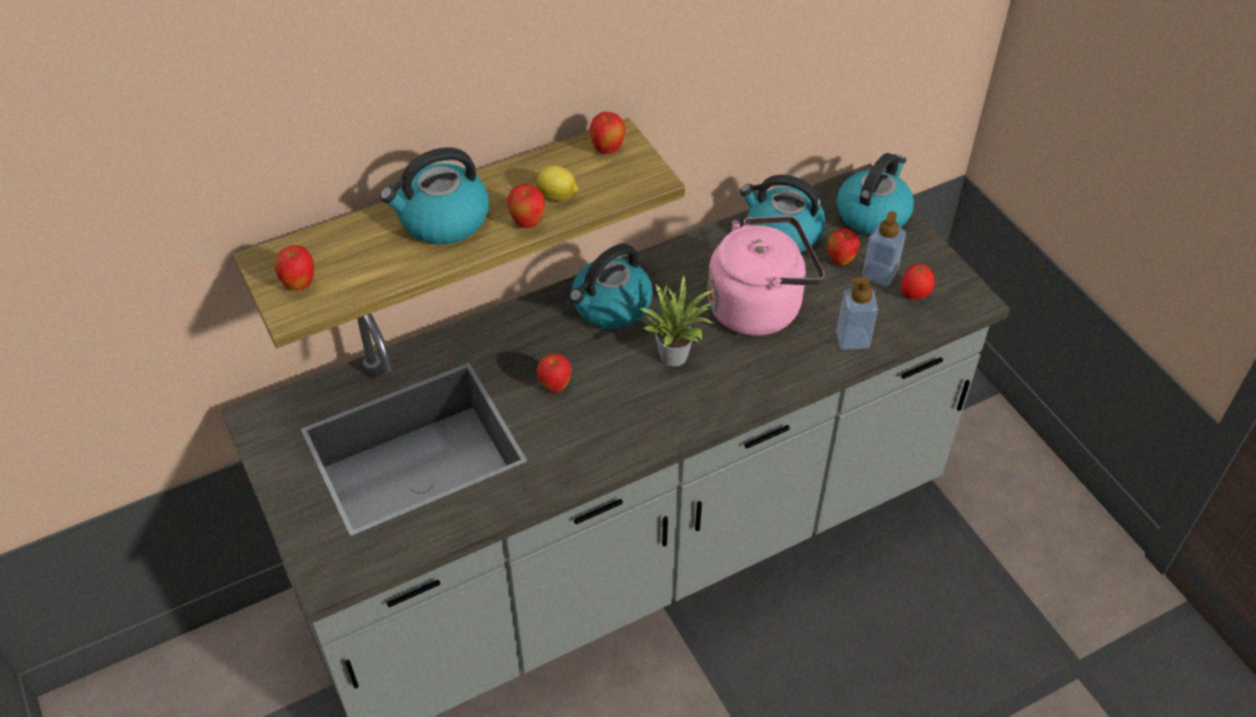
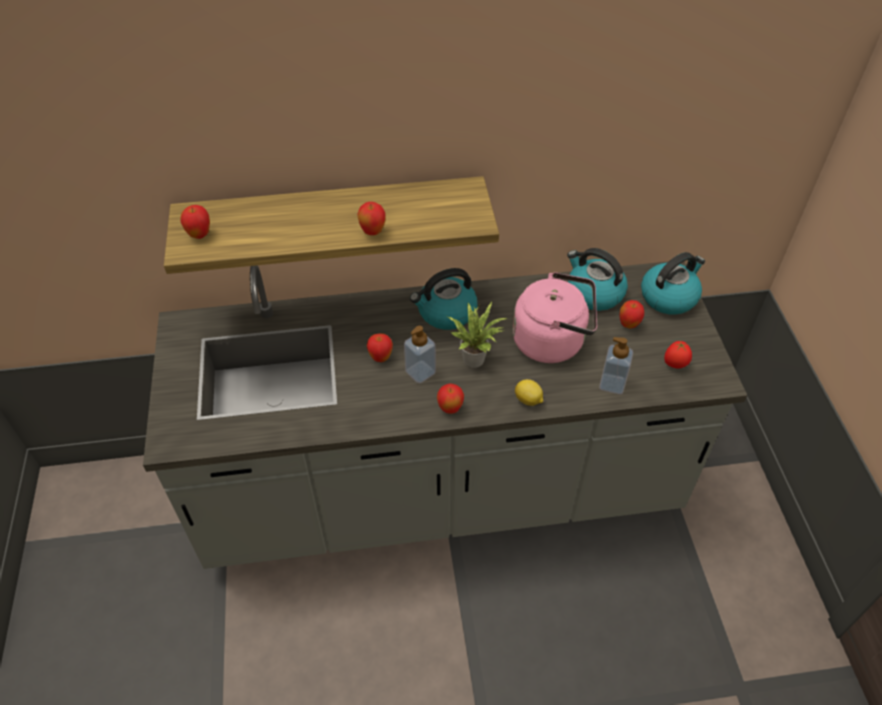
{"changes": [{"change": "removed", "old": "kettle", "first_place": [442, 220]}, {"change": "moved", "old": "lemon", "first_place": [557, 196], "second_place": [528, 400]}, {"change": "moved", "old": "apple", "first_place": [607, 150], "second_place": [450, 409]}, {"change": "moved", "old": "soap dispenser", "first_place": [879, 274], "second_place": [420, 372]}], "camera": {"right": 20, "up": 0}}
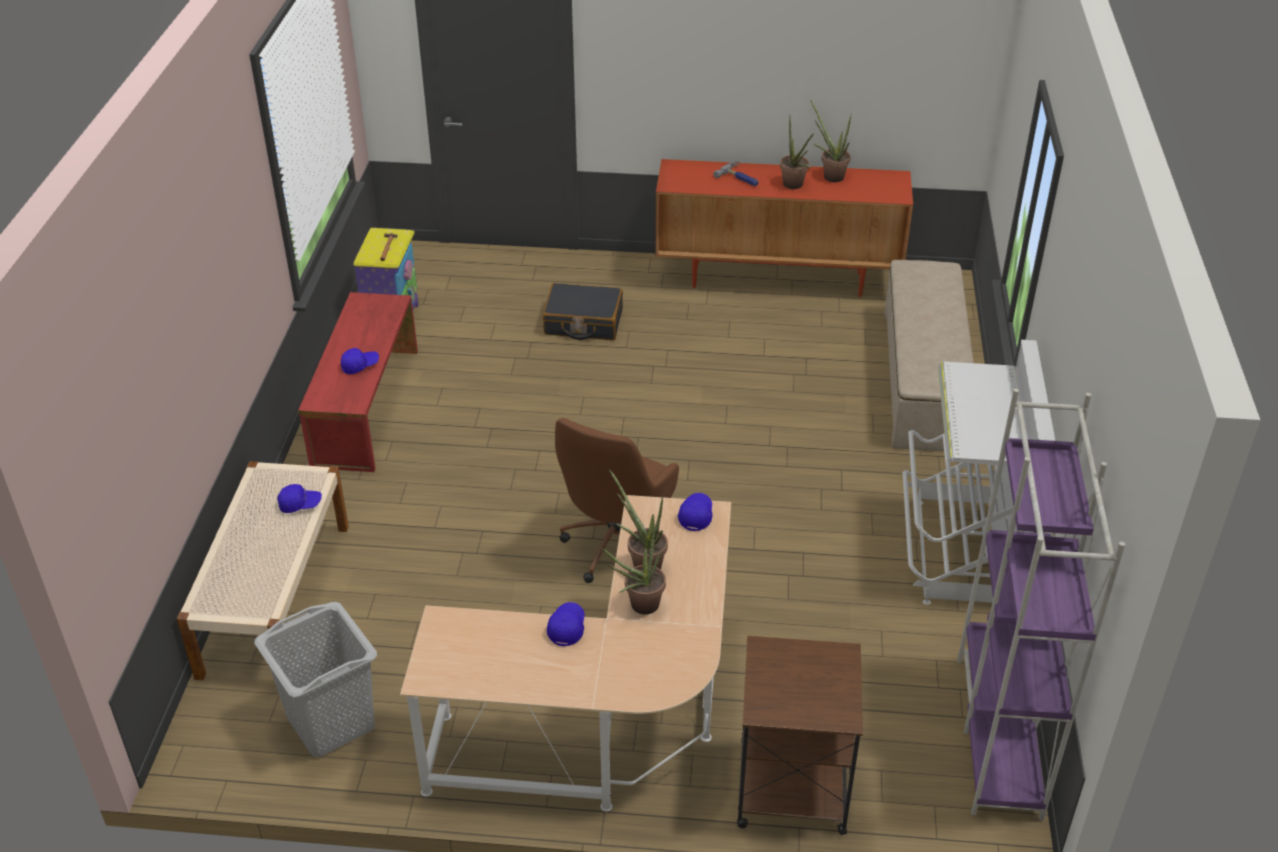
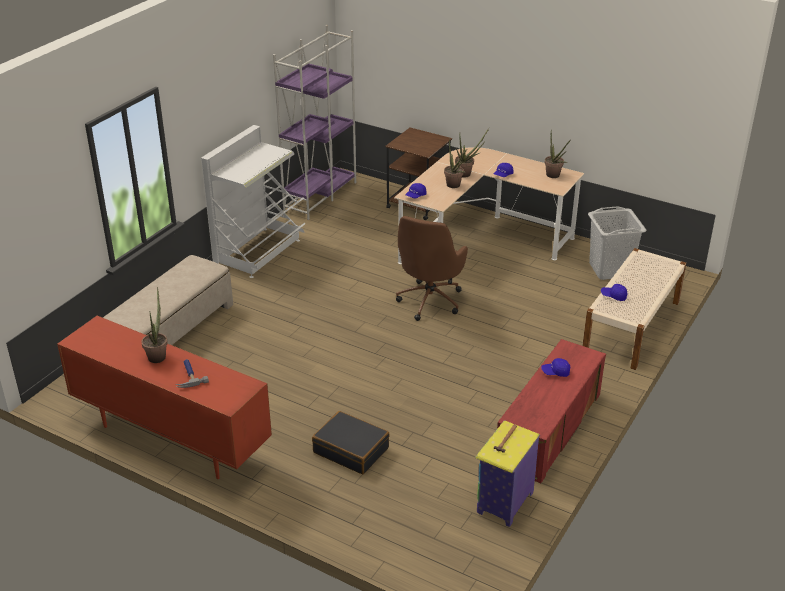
{"changes": [{"change": "moved", "old": "potted plant", "first_place": [830, 175], "second_place": [554, 176]}, {"change": "turned", "old": "office chair in brown", "first_place": [616, 545], "second_place": [430, 301], "degrees": 150}], "camera": {"right": -155, "up": -5}}
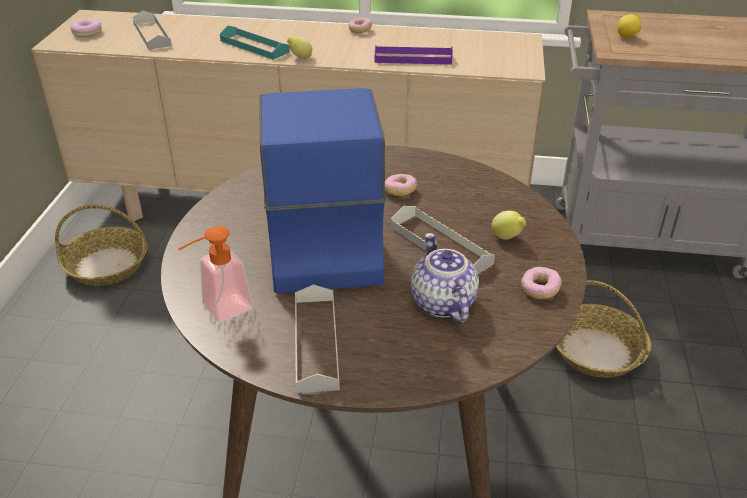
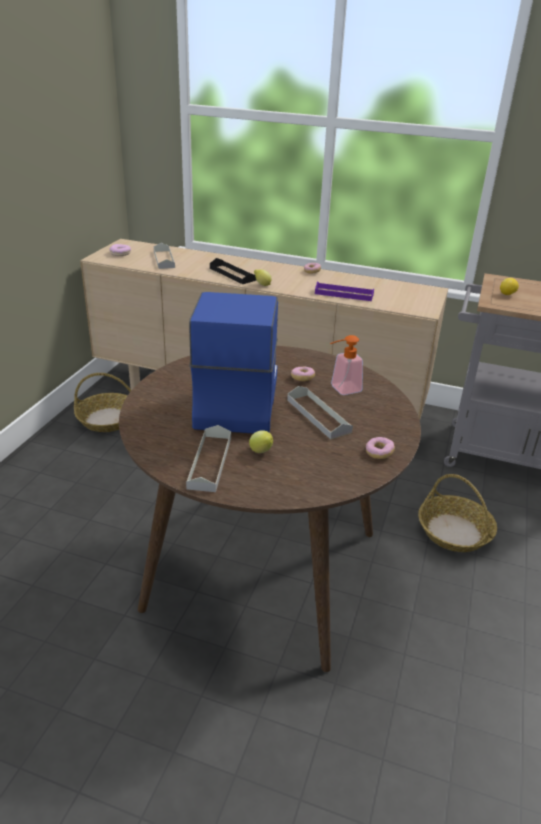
{"changes": [{"change": "removed", "old": "teapot", "first_place": [442, 303]}, {"change": "moved", "old": "soap dispenser", "first_place": [219, 310], "second_place": [341, 389]}, {"change": "moved", "old": "lemon", "first_place": [507, 238], "second_place": [261, 452]}, {"change": "recoloured", "old": "tray in turquoise", "new": "tray in black", "first_place": [254, 46], "second_place": [232, 274]}], "camera": {"right": 10, "up": -5}}
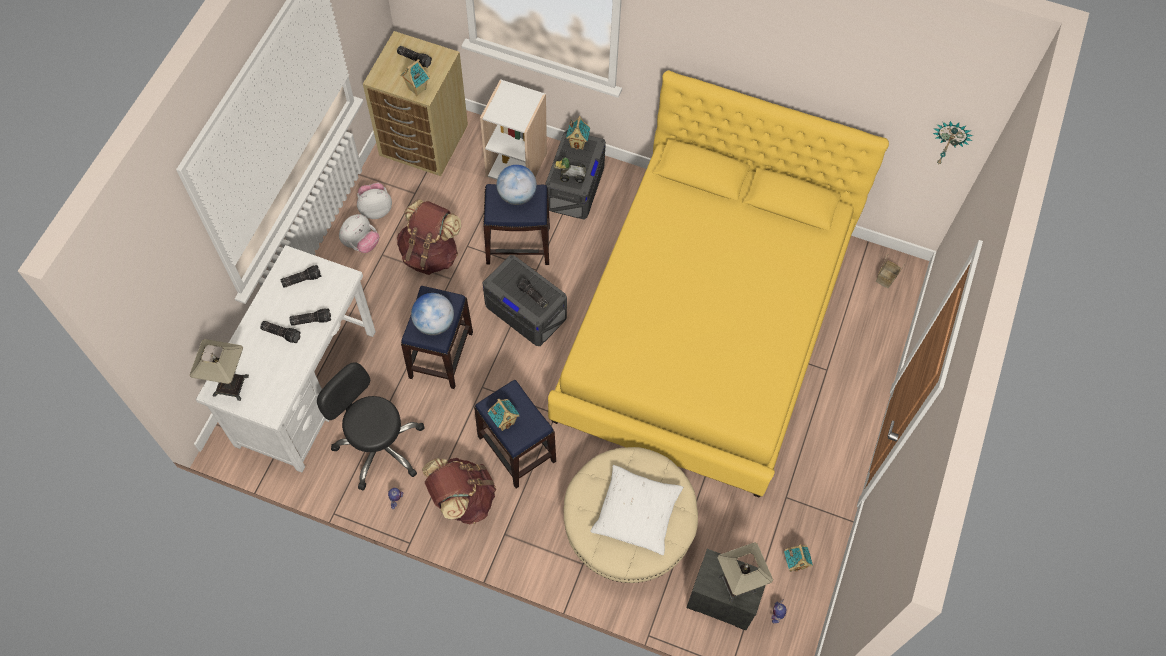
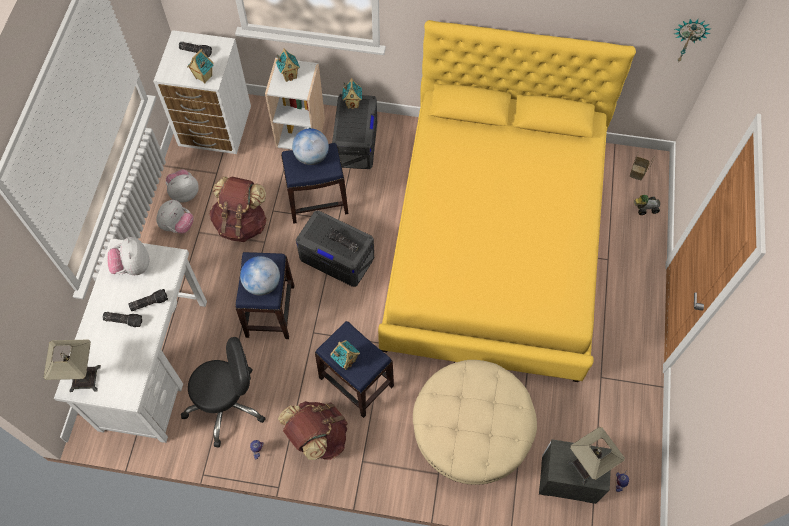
{"changes": [{"change": "removed", "old": "pillow in white", "first_place": [636, 513]}, {"change": "moved", "old": "toy car", "first_place": [570, 174], "second_place": [644, 207]}, {"change": "moved", "old": "toy house", "first_place": [794, 563], "second_place": [289, 75]}, {"change": "replaced", "old": "flashlight", "new": "plush toy", "first_place": [302, 279], "second_place": [133, 266]}, {"change": "recoloured", "old": "dresser in brown", "new": "dresser in white", "first_place": [424, 145], "second_place": [216, 130]}, {"change": "turned", "old": "office chair in black", "first_place": [376, 444], "second_place": [229, 403], "degrees": 135}], "camera": {"right": -10, "up": 0}}
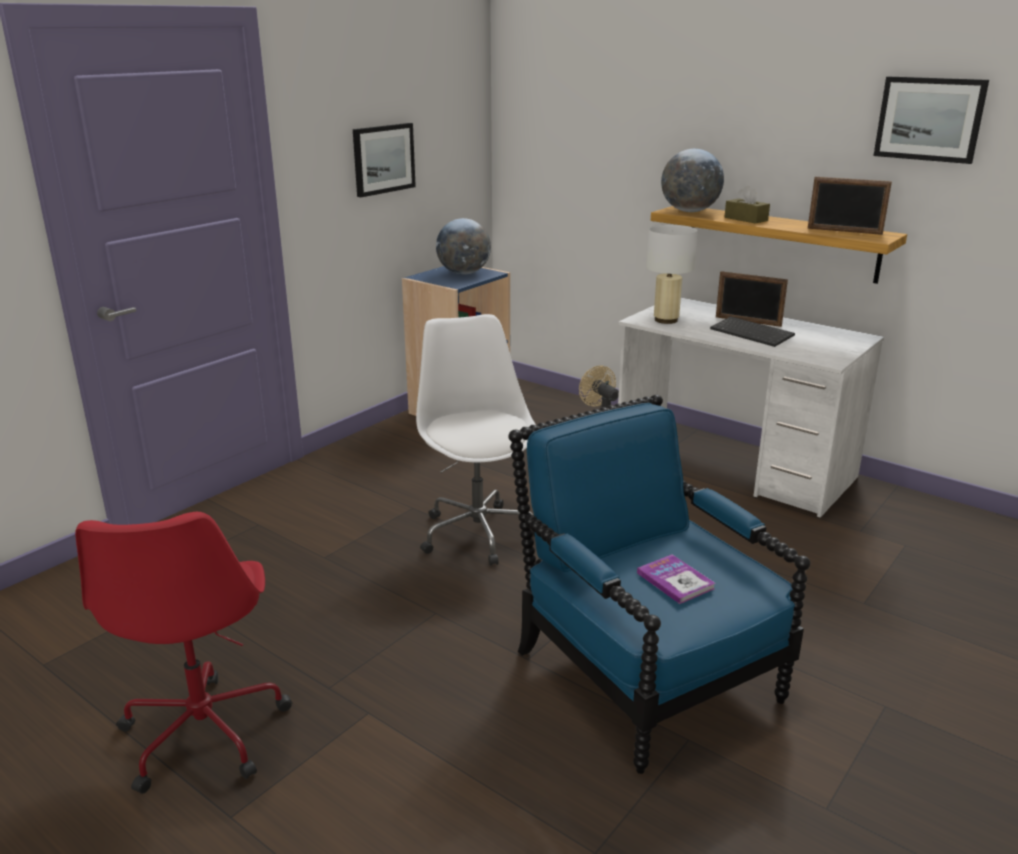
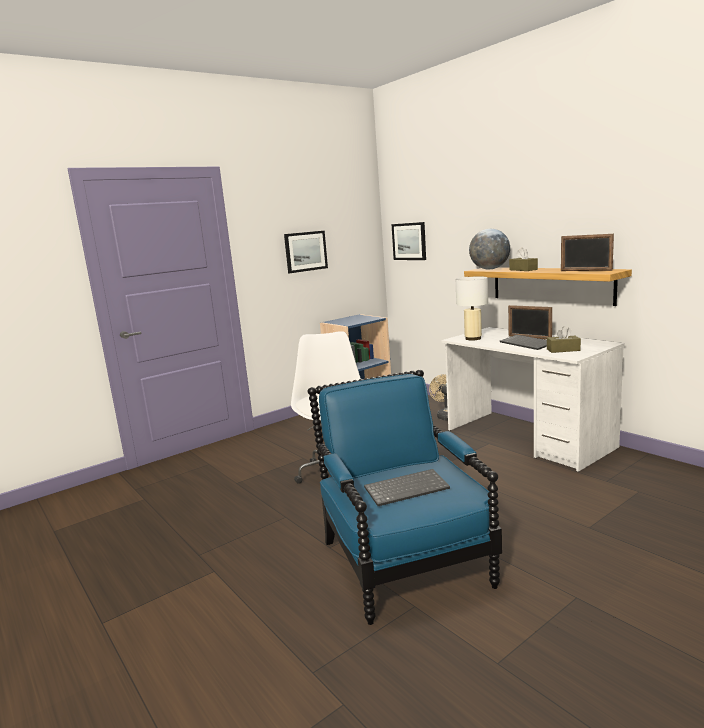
{"changes": [{"change": "removed", "old": "office chair in red", "first_place": [203, 737]}, {"change": "removed", "old": "globe", "first_place": [464, 273]}, {"change": "added", "new": "tissue box in brown", "second_place": [563, 350]}, {"change": "moved", "old": "picture", "first_place": [929, 119], "second_place": [409, 241]}, {"change": "replaced", "old": "book", "new": "keyboard", "first_place": [675, 580], "second_place": [407, 488]}], "camera": {"right": 15, "up": -10}}
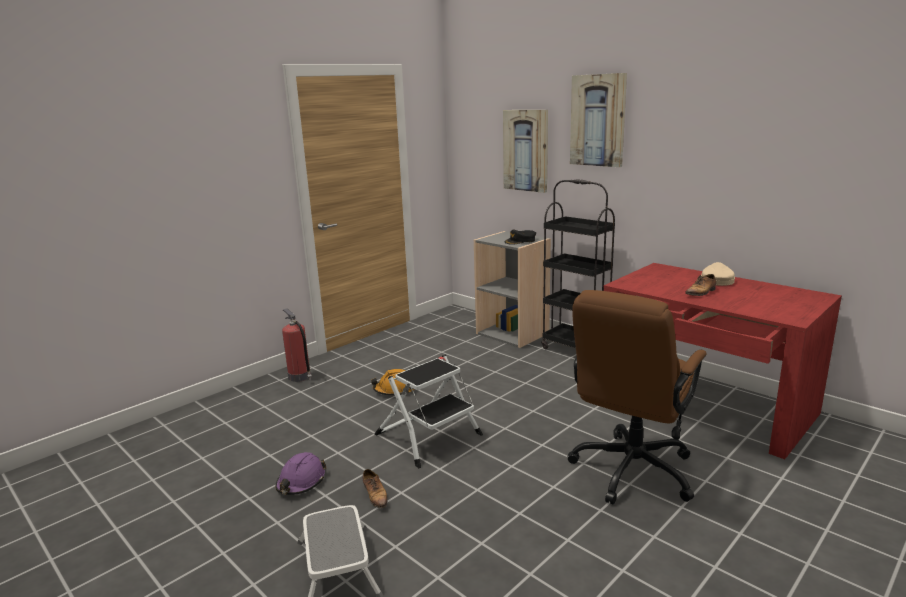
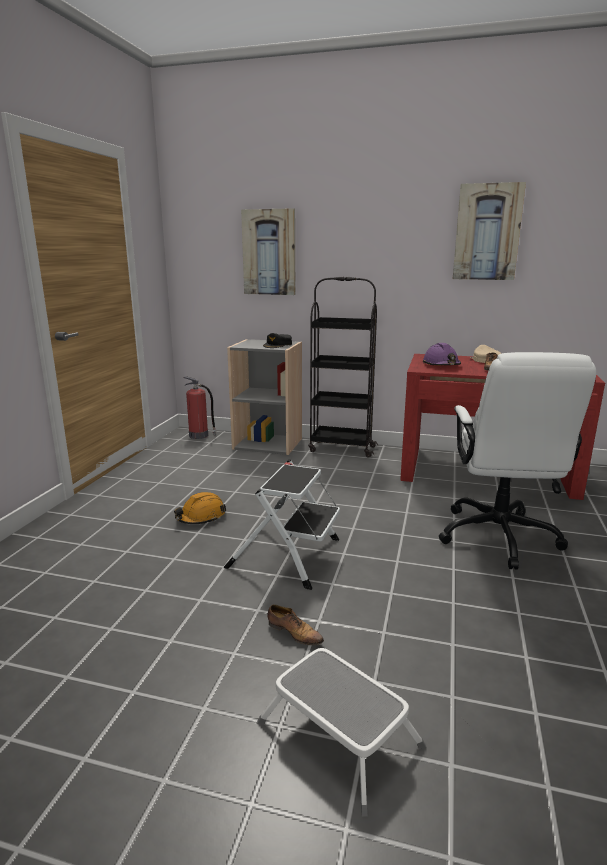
{"changes": [{"change": "moved", "old": "hard hat in purple", "first_place": [301, 482], "second_place": [441, 365]}, {"change": "moved", "old": "fire extinguisher", "first_place": [300, 377], "second_place": [199, 435]}, {"change": "moved", "old": "picture", "first_place": [598, 120], "second_place": [487, 232]}, {"change": "recoloured", "old": "office chair in brown", "new": "office chair in white", "first_place": [630, 474], "second_place": [499, 540]}], "camera": {"right": -30, "up": 0}}
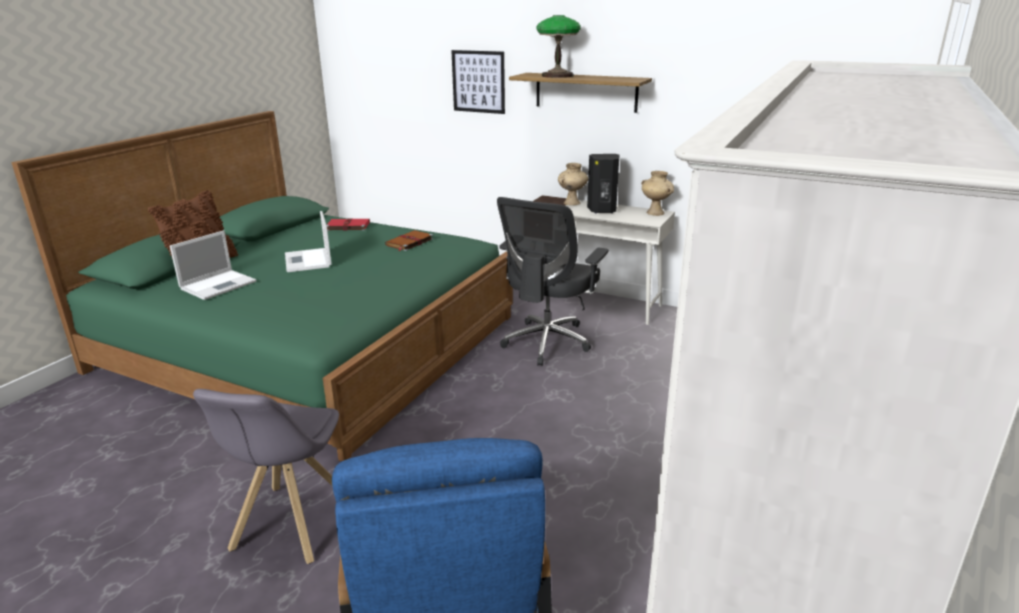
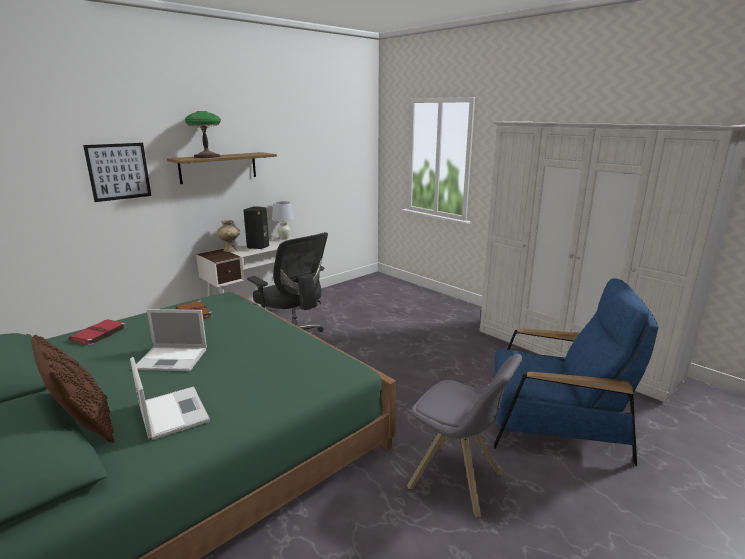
{"changes": [{"change": "replaced", "old": "vase in beige", "new": "table lamp in white", "first_place": [656, 213], "second_place": [284, 238]}], "camera": {"right": -70, "up": -5}}
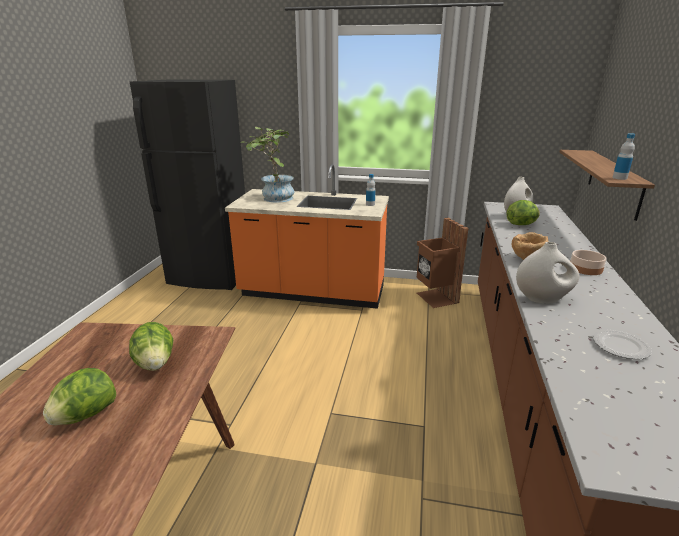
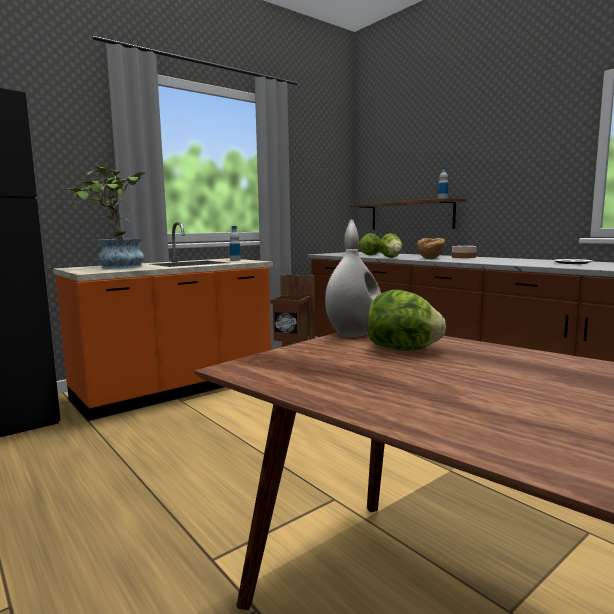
{"changes": [{"change": "moved", "old": "lettuce", "first_place": [86, 415], "second_place": [391, 257]}, {"change": "moved", "old": "vase in white", "first_place": [542, 299], "second_place": [354, 333]}], "camera": {"right": -50, "up": -15}}
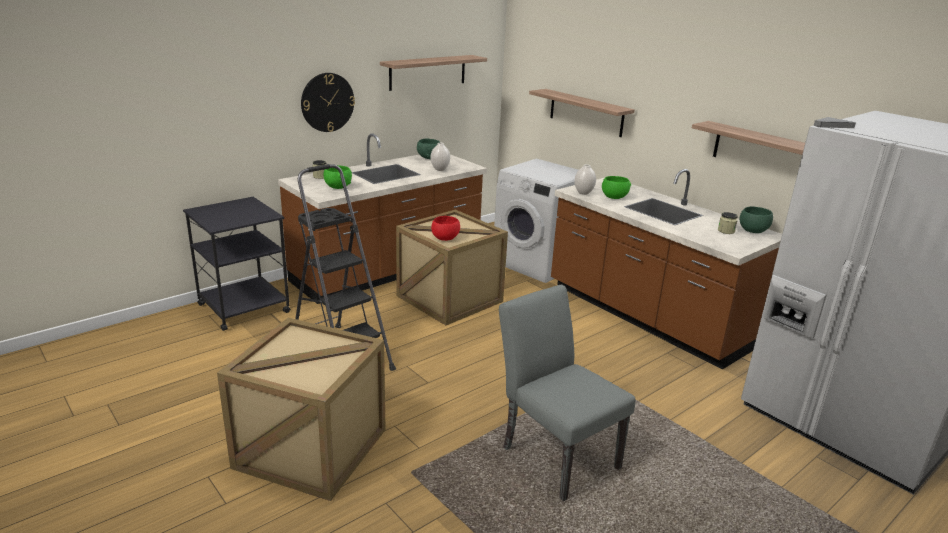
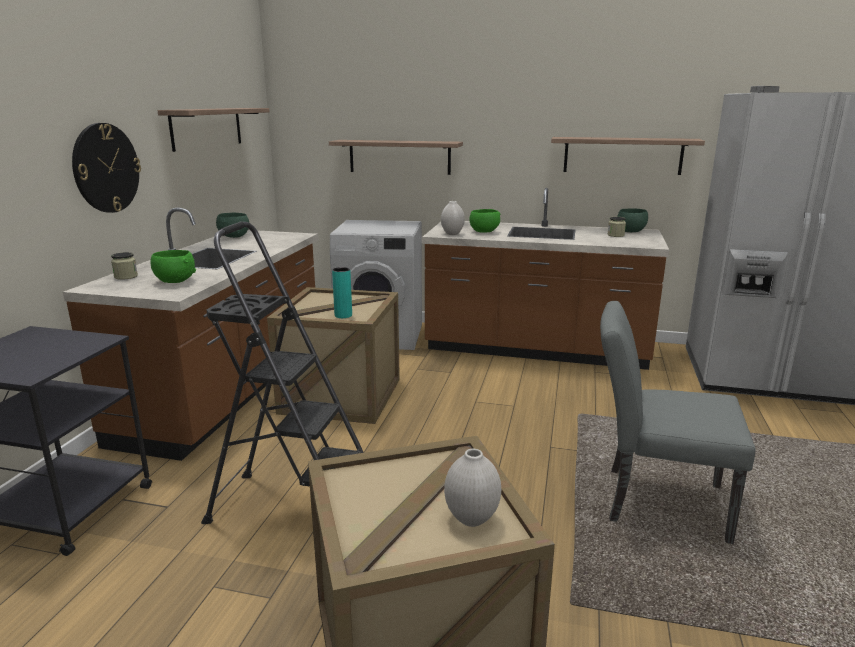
{"changes": [{"change": "moved", "old": "vase in white", "first_place": [440, 169], "second_place": [472, 518]}, {"change": "replaced", "old": "bowl in red", "new": "vase in turquoise", "first_place": [445, 238], "second_place": [343, 315]}], "camera": {"right": -35, "up": -5}}
